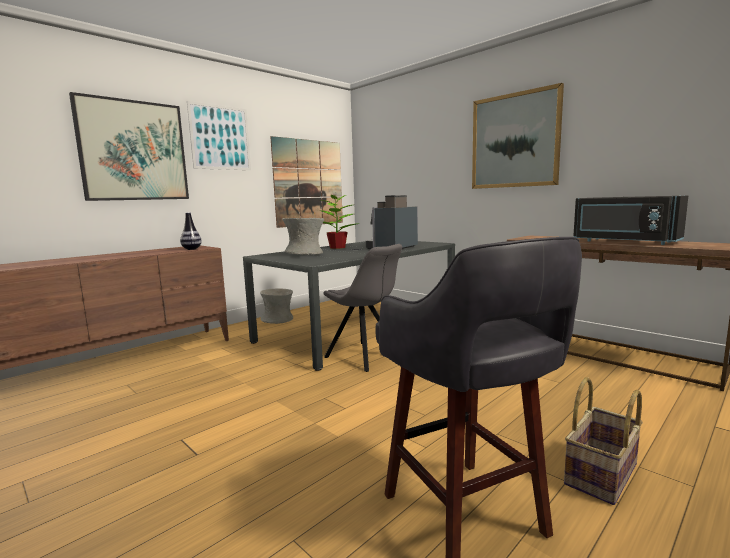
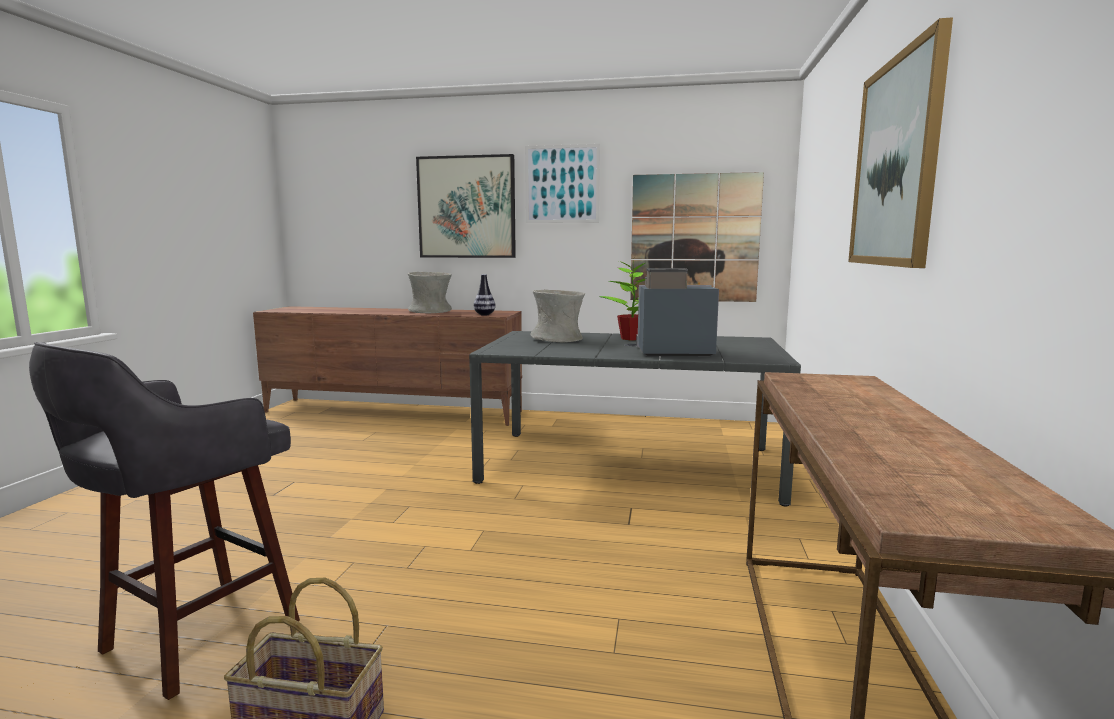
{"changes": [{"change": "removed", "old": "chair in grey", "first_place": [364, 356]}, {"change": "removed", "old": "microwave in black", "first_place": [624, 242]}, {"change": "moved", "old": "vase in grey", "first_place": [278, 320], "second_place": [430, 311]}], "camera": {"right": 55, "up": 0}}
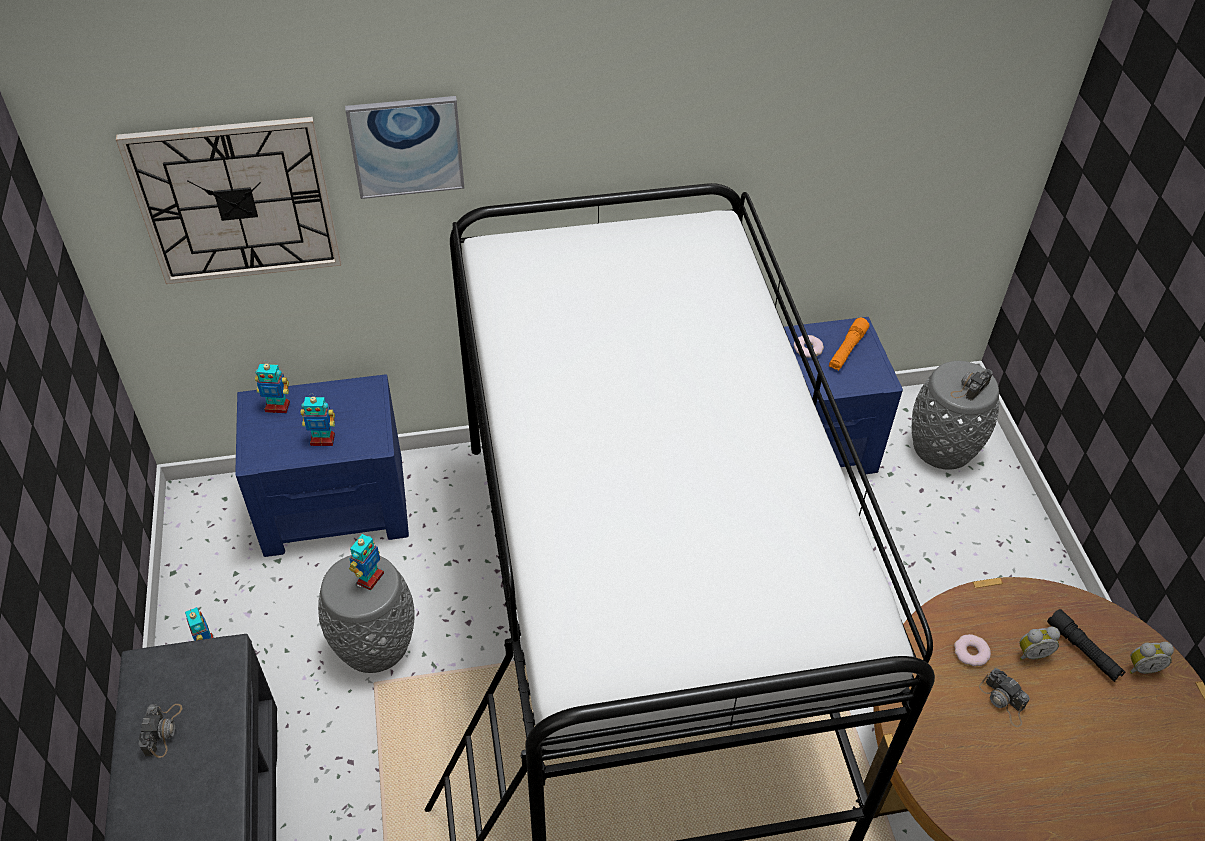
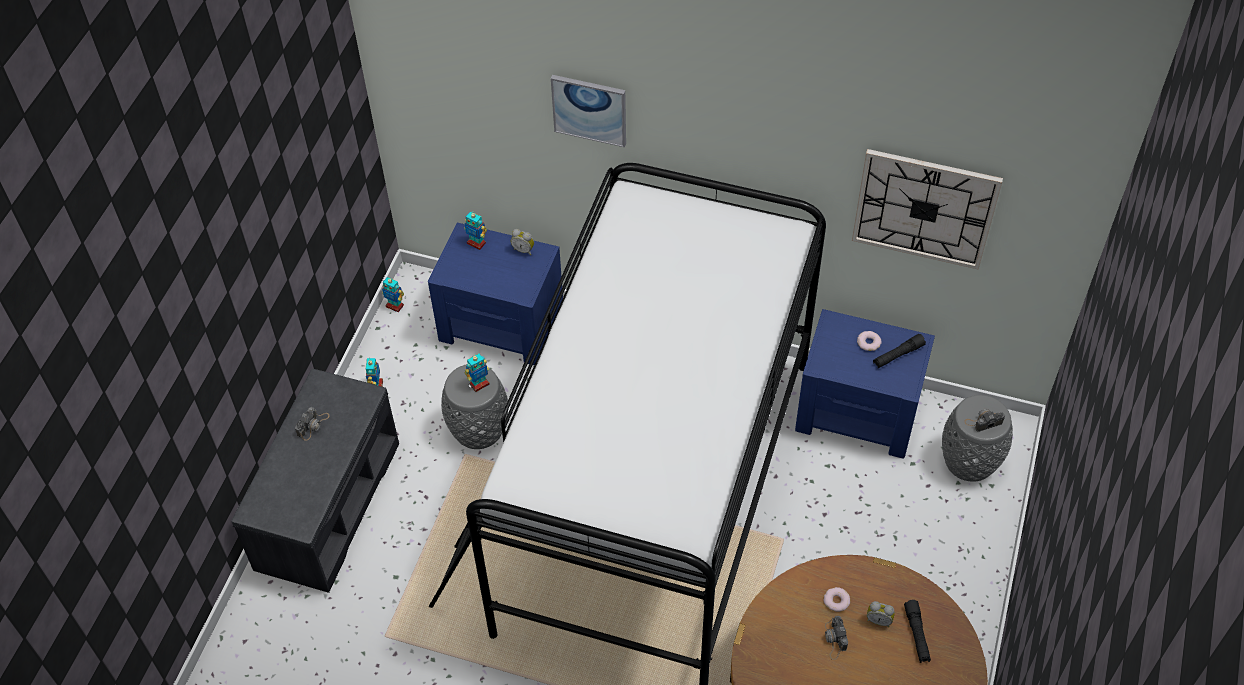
{"changes": [{"change": "moved", "old": "wall clock", "first_place": [236, 201], "second_place": [924, 208]}, {"change": "moved", "old": "toy robot", "first_place": [323, 439], "second_place": [395, 306]}, {"change": "moved", "old": "alarm clock", "first_place": [1142, 667], "second_place": [524, 249]}, {"change": "recoloured", "old": "flashlight in orange", "new": "flashlight in black", "first_place": [847, 350], "second_place": [898, 355]}], "camera": {"right": 30, "up": 5}}
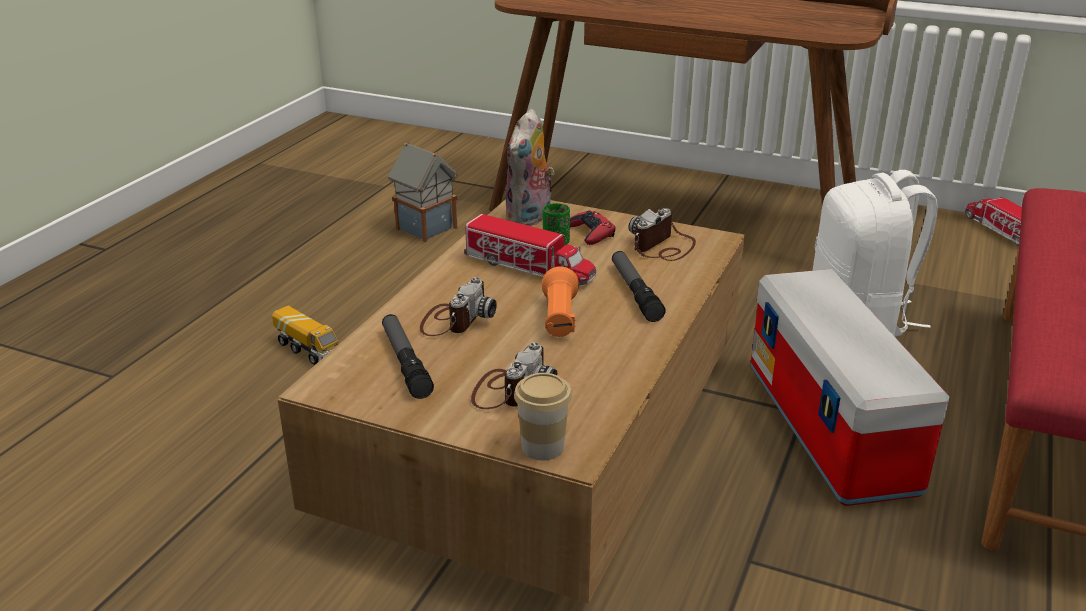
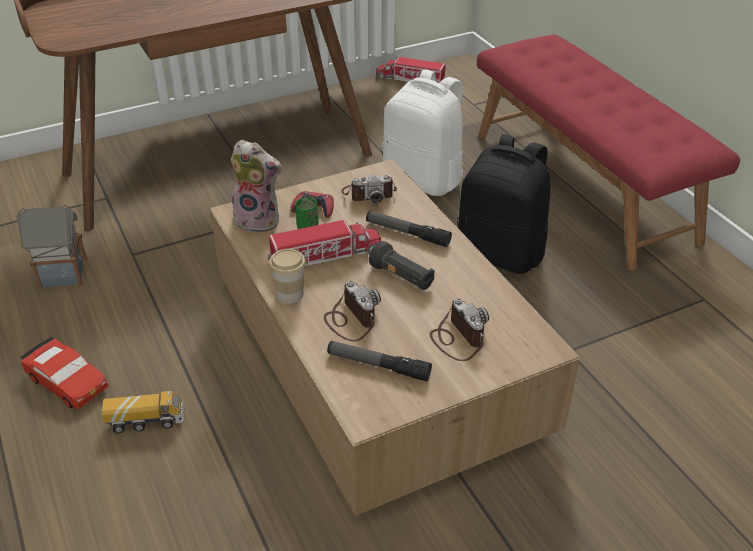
{"changes": [{"change": "added", "new": "toy car in red", "second_place": [67, 381]}, {"change": "moved", "old": "cup", "first_place": [542, 447], "second_place": [289, 294]}, {"change": "replaced", "old": "storage box", "new": "backpack in black", "first_place": [832, 428], "second_place": [501, 253]}, {"change": "recoloured", "old": "flashlight in orange", "new": "flashlight in black", "first_place": [559, 319], "second_place": [402, 277]}, {"change": "turned", "old": "plush toy", "first_place": [530, 219], "second_place": [259, 220], "degrees": -45}, {"change": "turned", "old": "photo camera", "first_place": [663, 247], "second_place": [369, 194], "degrees": -90}], "camera": {"right": -50, "up": 10}}
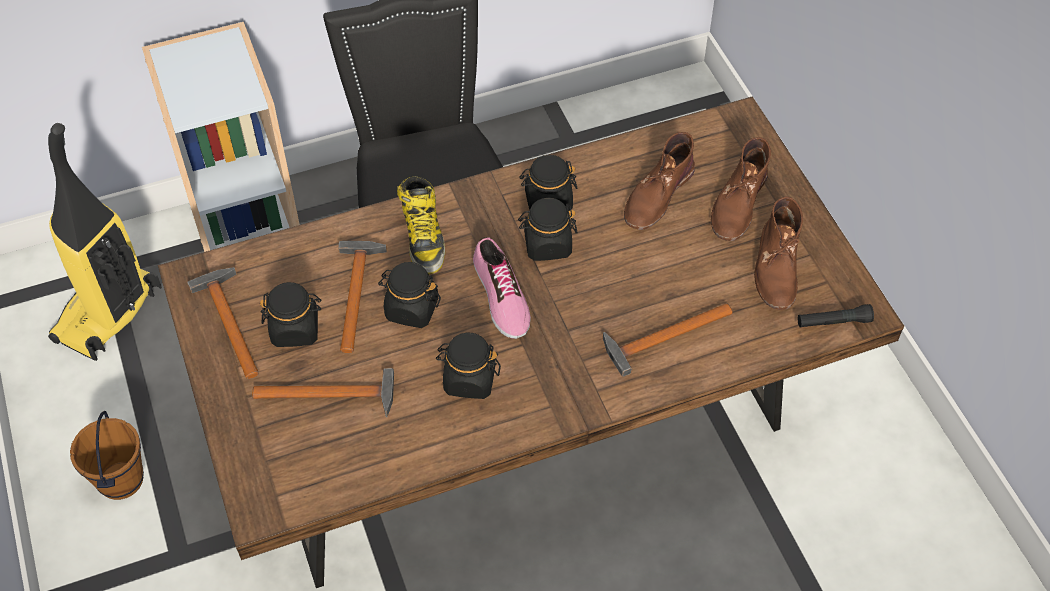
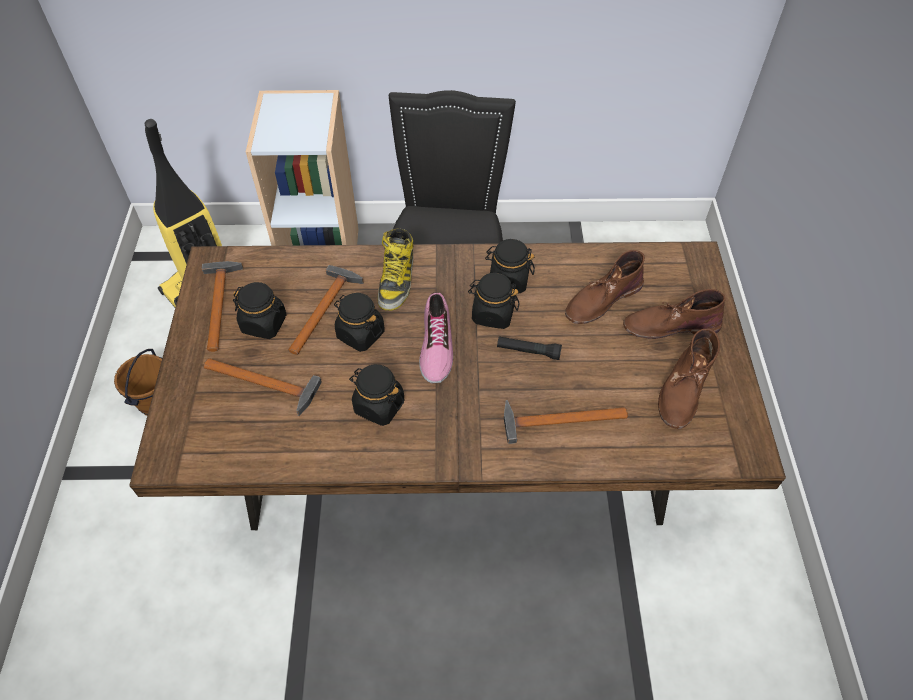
{"changes": [{"change": "moved", "old": "flashlight in black", "first_place": [833, 322], "second_place": [528, 351]}, {"change": "turned", "old": "boot in brown", "first_place": [738, 203], "second_place": [670, 325], "degrees": 45}], "camera": {"right": 20, "up": 0}}
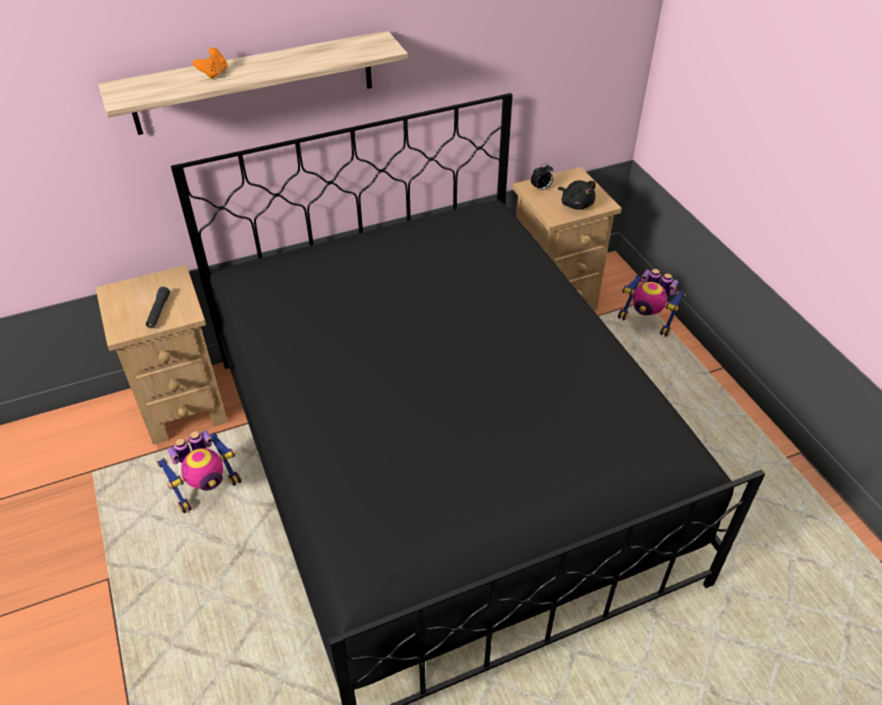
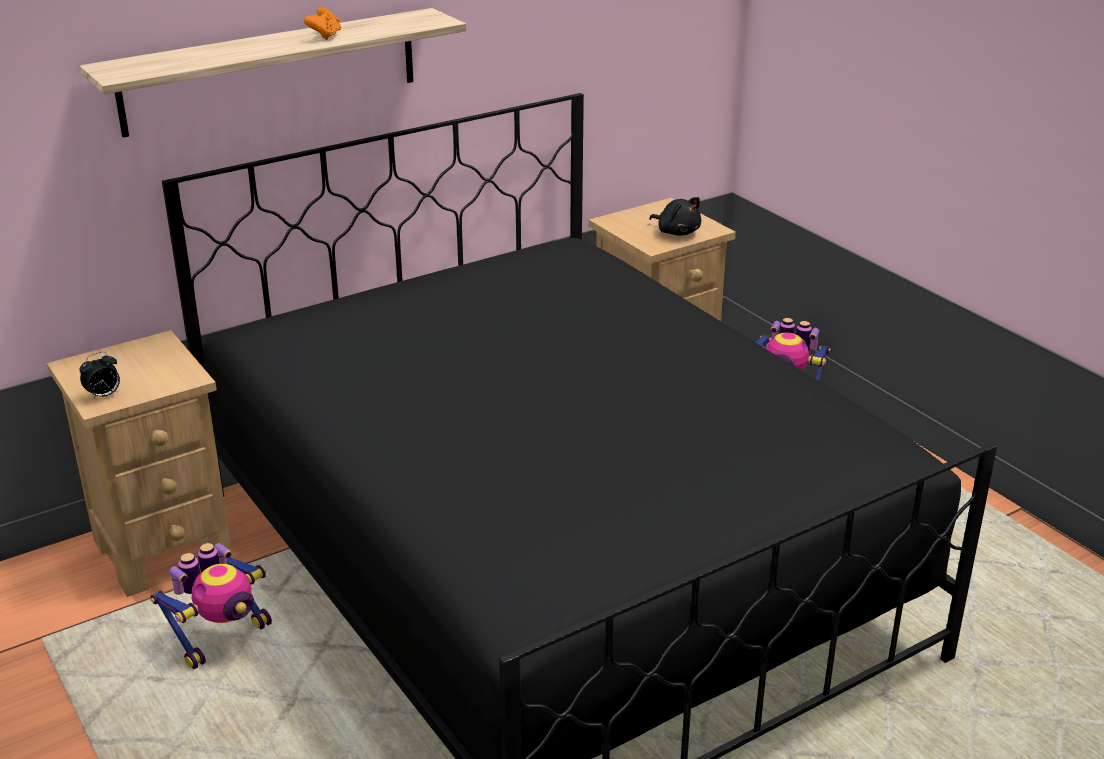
{"changes": [{"change": "removed", "old": "flashlight in black", "first_place": [158, 312]}, {"change": "moved", "old": "game controller in orange", "first_place": [214, 74], "second_place": [325, 36]}, {"change": "moved", "old": "alarm clock", "first_place": [541, 189], "second_place": [104, 395]}], "camera": {"right": -10, "up": -15}}
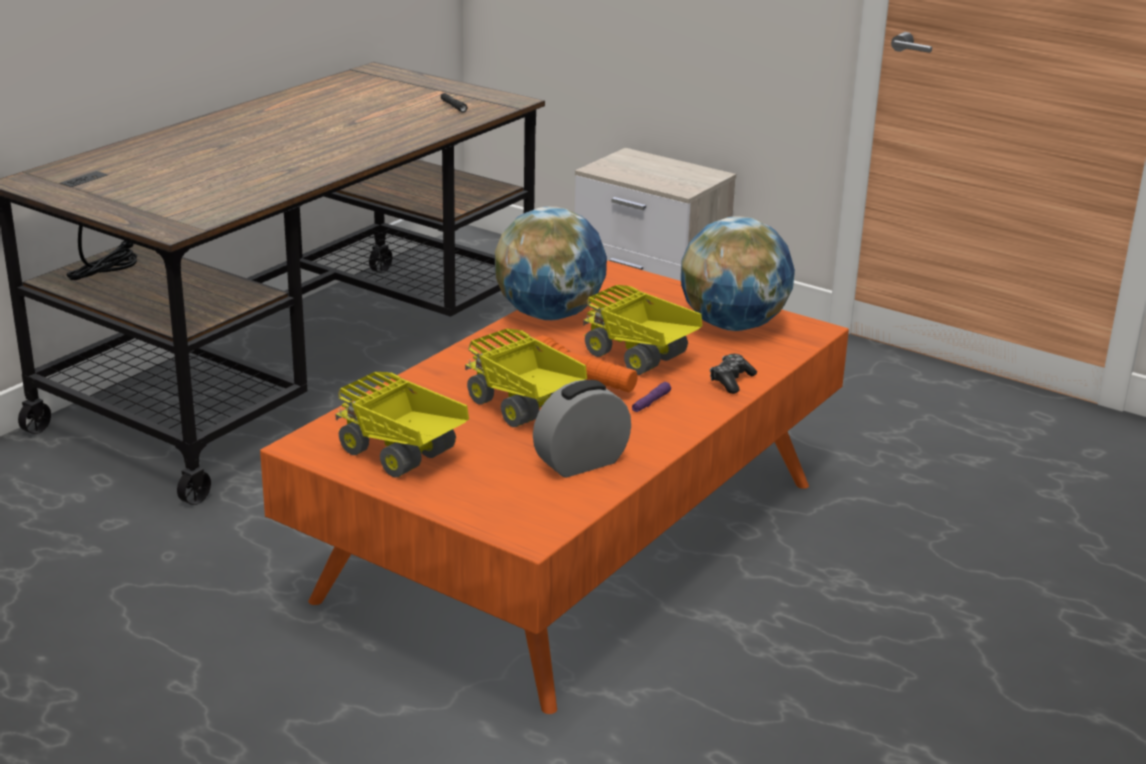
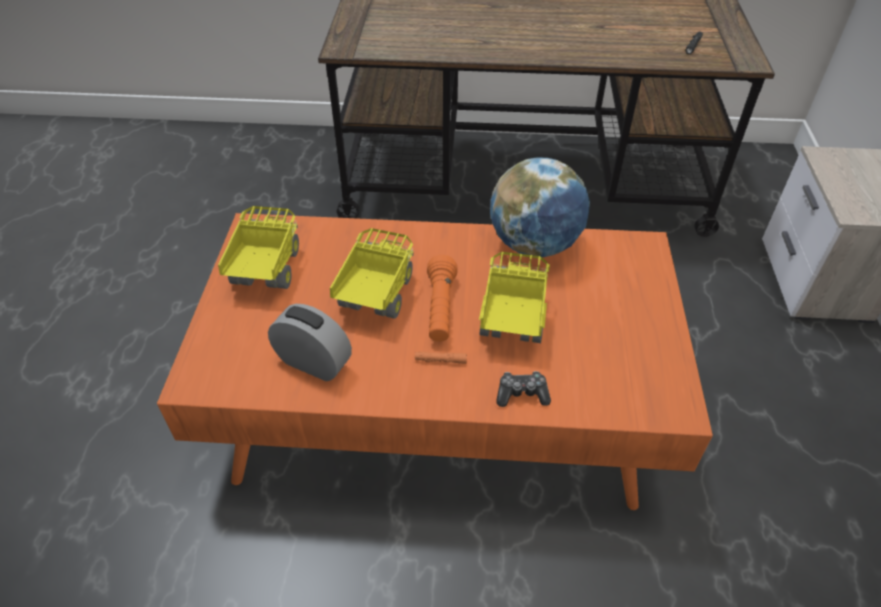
{"changes": [{"change": "removed", "old": "globe", "first_place": [733, 325]}, {"change": "recoloured", "old": "flashlight in purple", "new": "flashlight in orange", "first_place": [651, 402], "second_place": [440, 360]}], "camera": {"right": 60, "up": 20}}
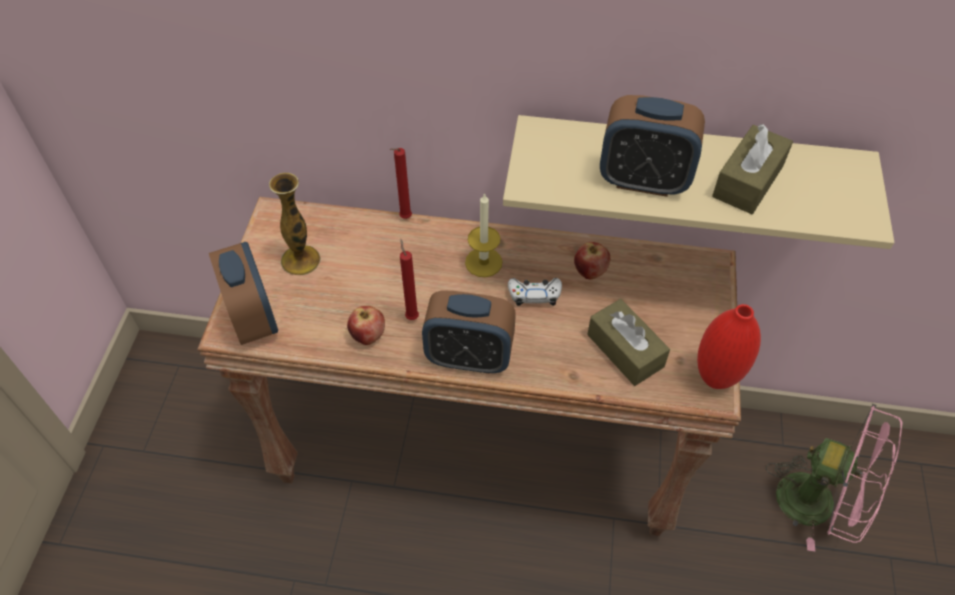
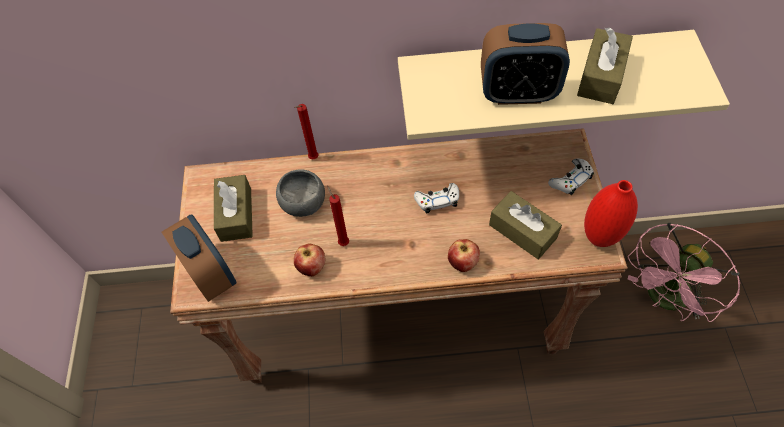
{"changes": [{"change": "removed", "old": "alarm clock", "first_place": [469, 357]}, {"change": "removed", "old": "candle", "first_place": [483, 262]}, {"change": "added", "new": "bowl in grey", "second_place": [303, 204]}, {"change": "added", "new": "game controller in white", "second_place": [570, 180]}, {"change": "moved", "old": "apple", "first_place": [590, 272], "second_place": [462, 263]}, {"change": "replaced", "old": "vase", "new": "tissue box in brown", "first_place": [300, 260], "second_place": [236, 214]}, {"change": "turned", "old": "fan in pink", "first_place": [818, 503], "second_place": [664, 299], "degrees": 120}], "camera": {"right": -10, "up": 5}}
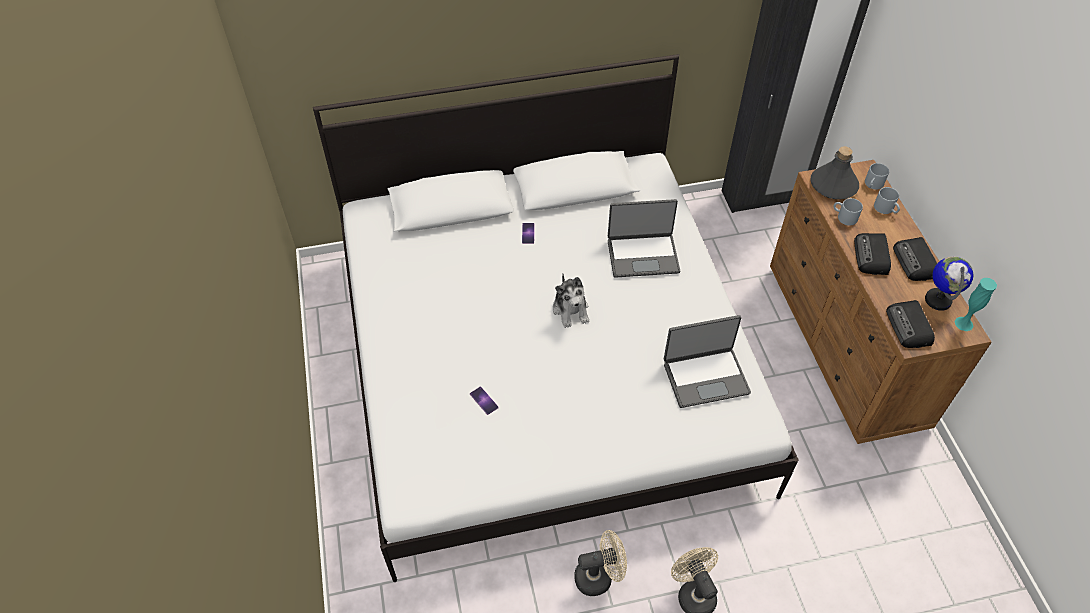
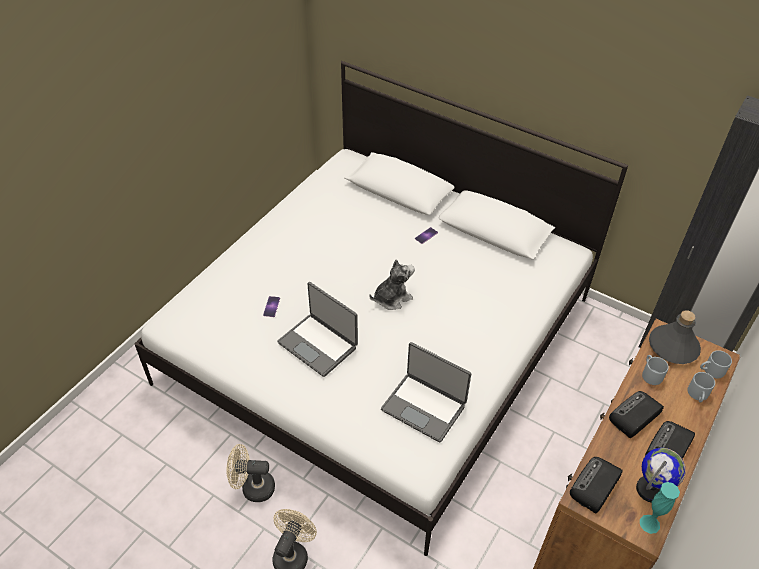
{"changes": [{"change": "moved", "old": "laptop", "first_place": [643, 255], "second_place": [318, 344]}, {"change": "turned", "old": "plush toy", "first_place": [571, 310], "second_place": [392, 298], "degrees": -150}, {"change": "turned", "old": "fan in beige", "first_place": [599, 576], "second_place": [252, 488], "degrees": 150}], "camera": {"right": 45, "up": -5}}
